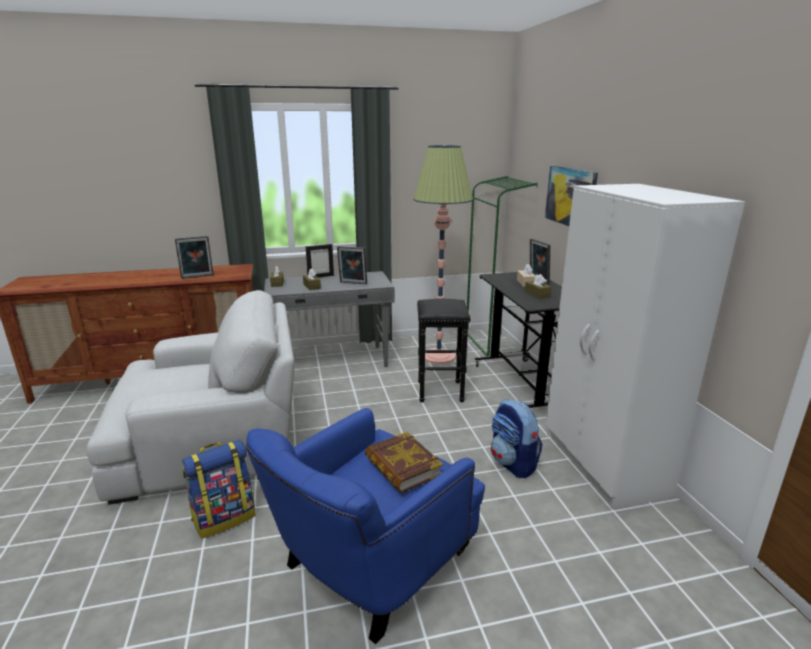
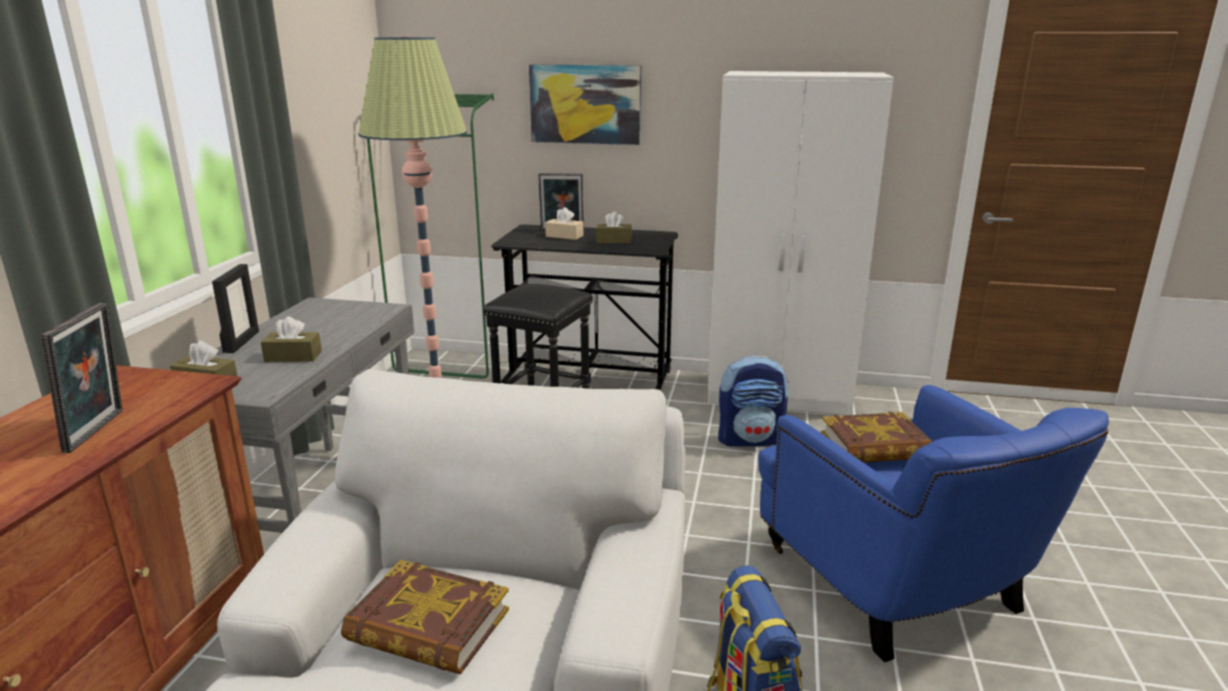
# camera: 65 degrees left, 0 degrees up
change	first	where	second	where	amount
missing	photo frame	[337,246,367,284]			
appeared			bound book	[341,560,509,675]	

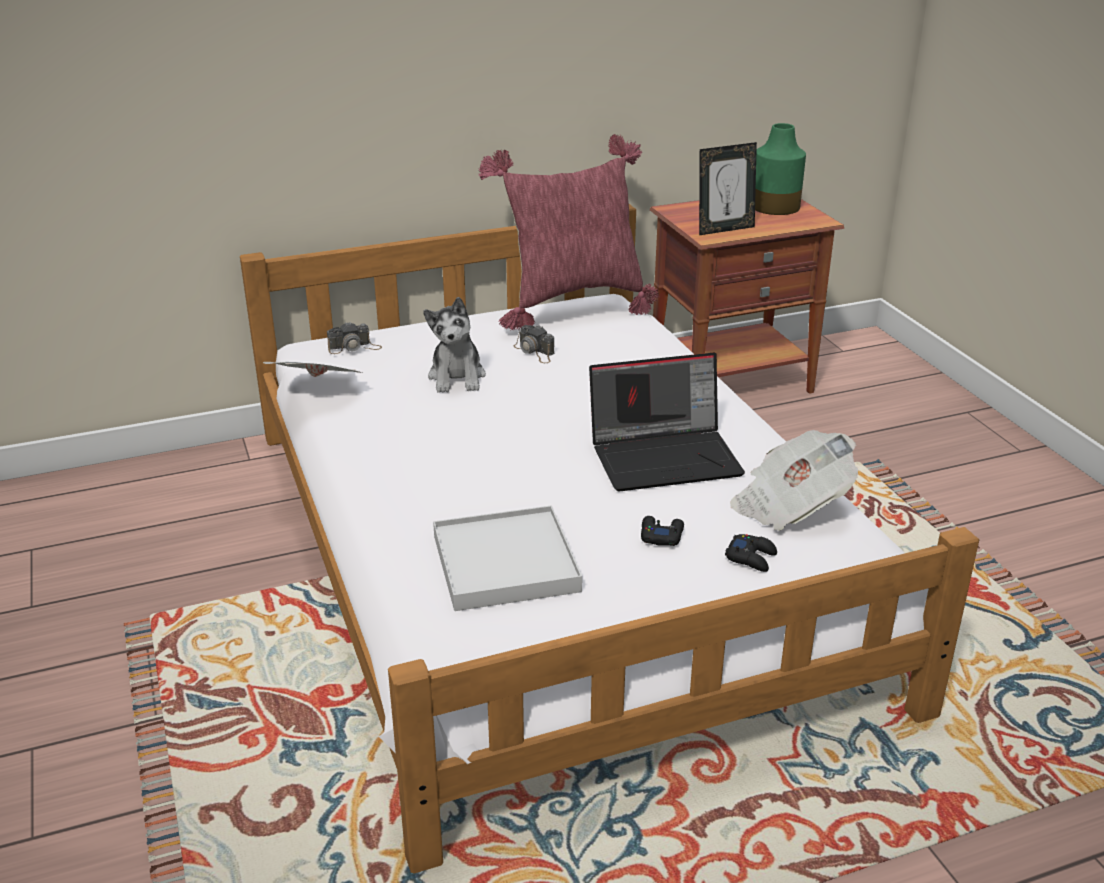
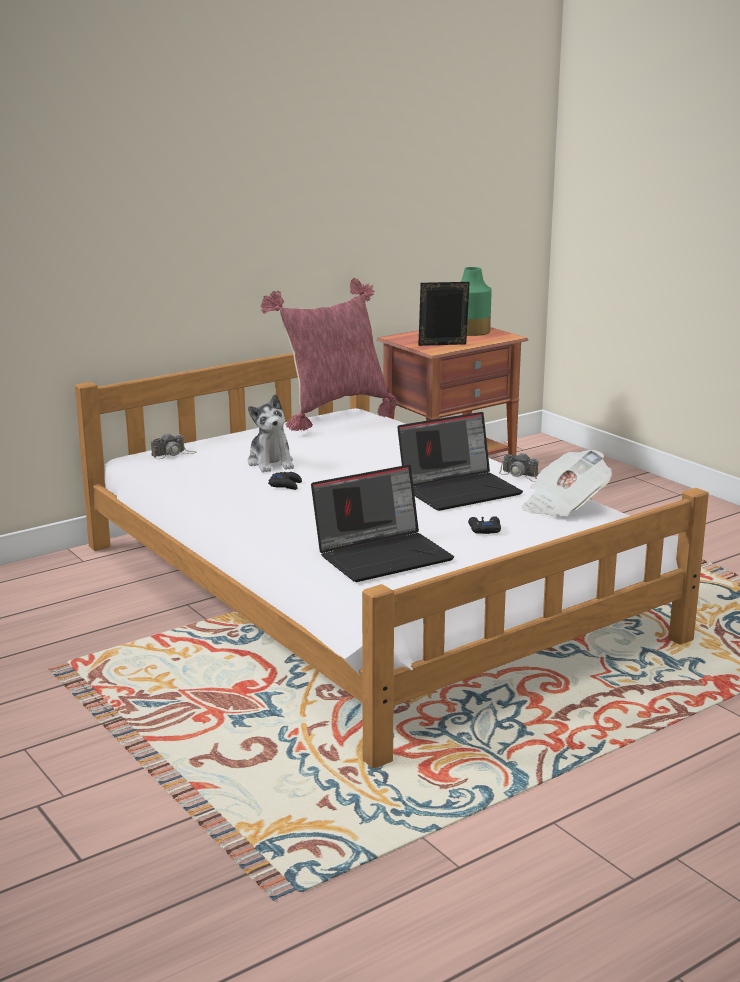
# camera: 15 degrees left, 10 degrees down
change	first	where	second	where	amount
spun	photo frame	[699,142,757,235]		[418,282,470,346]	150 degrees counterclockwise
relocated	still camera	[513,325,555,363]		[499,452,538,482]	
missing	printed paper	[263,362,362,377]			
exchanged	tray (whitish)	[433,505,582,611]	portable computer	[311,465,454,582]	
relocated	joypad (black-coloured)	[725,534,777,572]		[268,472,302,490]	

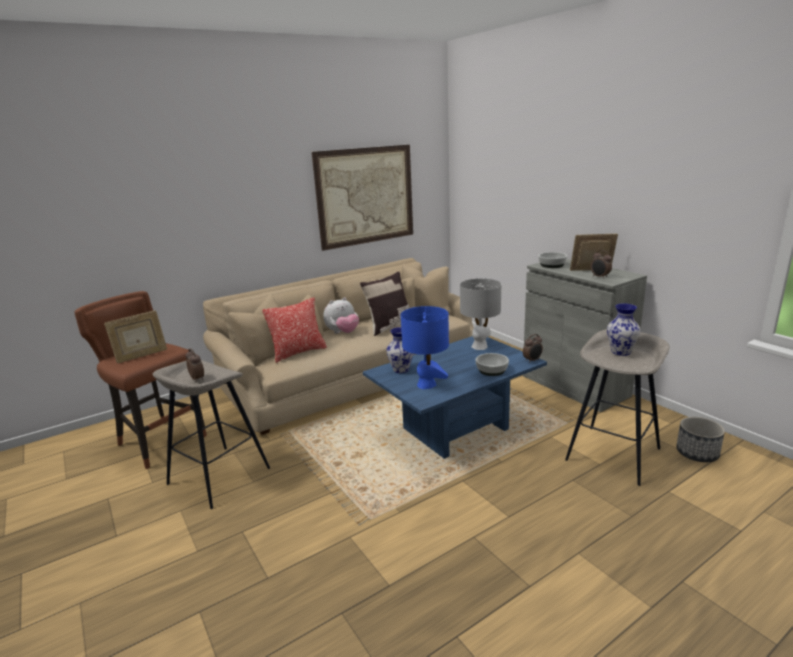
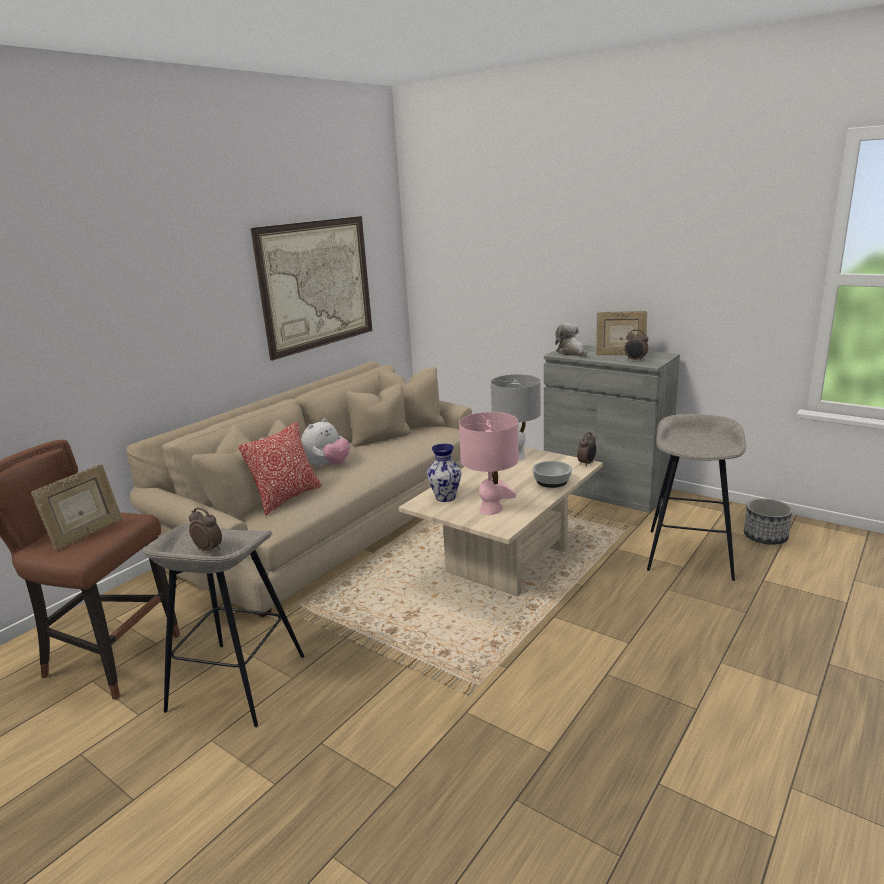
# camera: 20 degrees left, 0 degrees up
change	first	where	second	where	amount
spun	photo frame	[570,234,618,271]		[596,311,647,355]	135 degrees counterclockwise
exchanged	bowl	[538,252,567,268]	plush toy	[555,323,587,357]	
missing	pillow	[360,272,410,336]			
missing	decorative vase	[607,304,640,356]			
colour	table lamp (blue)	[401,306,449,389]	table lamp (pink-coloured)	[459,412,519,515]	
colour	coffee table (blue)	[363,336,547,459]	coffee table (beige-coloured)	[398,447,603,597]	

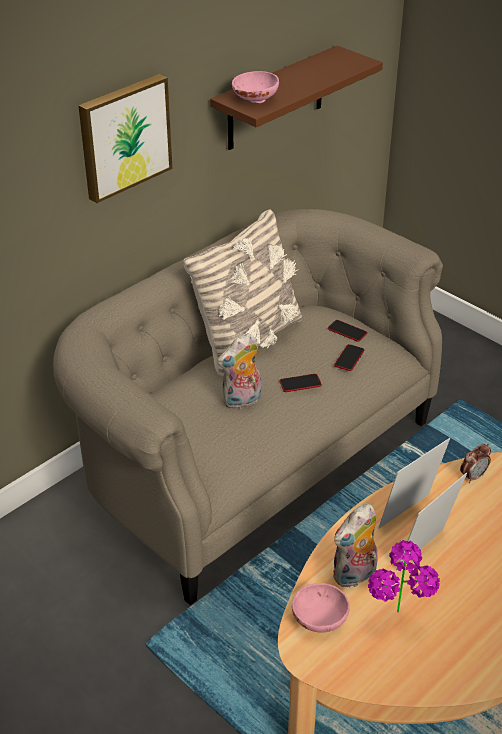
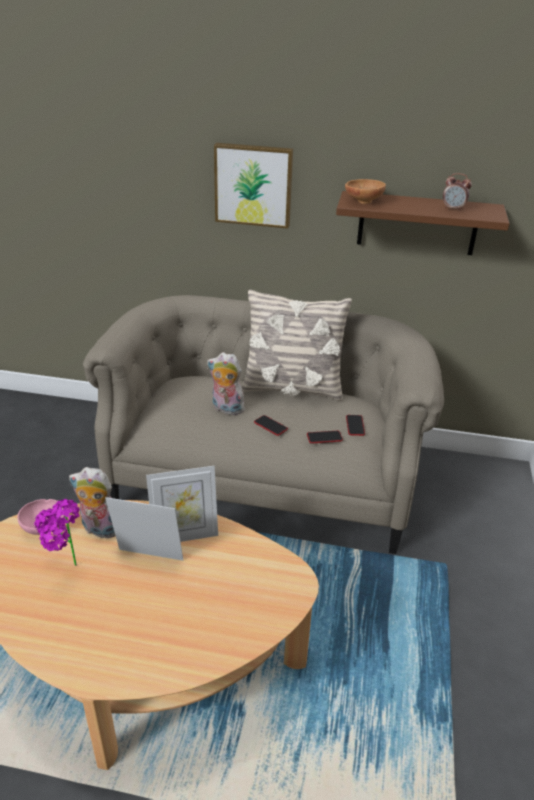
# camera: 55 degrees right, 5 degrees down
change	first	where	second	where	amount
colour	bowl (pink-coloured)	[232,71,279,103]	bowl (brownish)	[345,179,386,204]	
spun	photo frame	[378,438,450,528]		[146,466,218,542]	150 degrees clockwise
relocated	table clock	[460,443,491,483]		[443,173,472,211]	

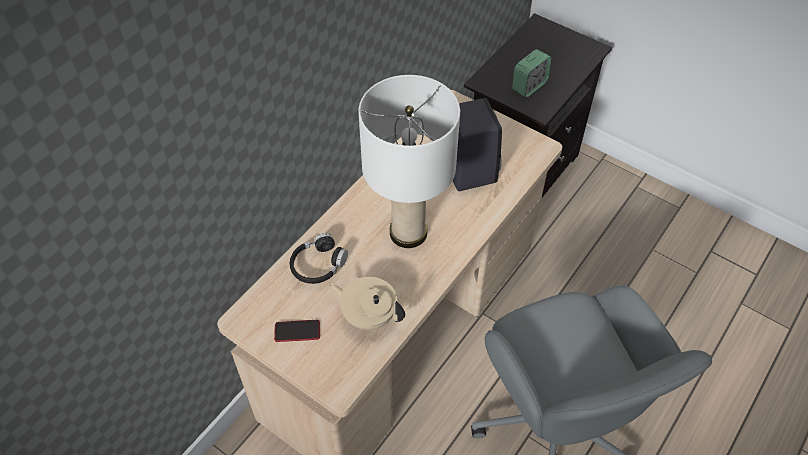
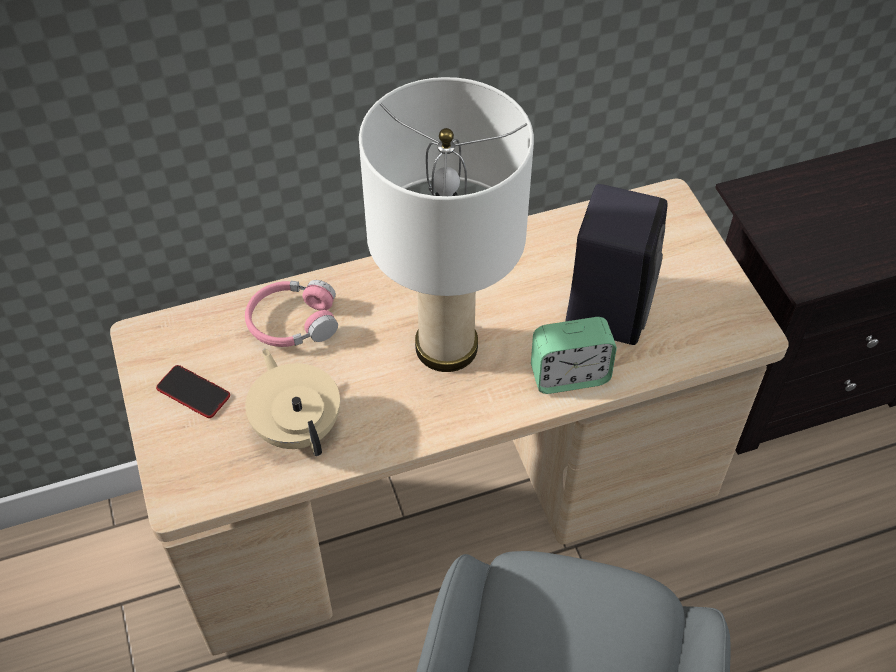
# camera: 35 degrees right, 0 degrees up
change	first	where	second	where	amount
relocated	table clock	[512,49,552,97]		[531,317,617,394]	
colour	pair of headphones (black-coloured)	[290,233,348,284]	pair of headphones (pink-coloured)	[245,280,338,347]	

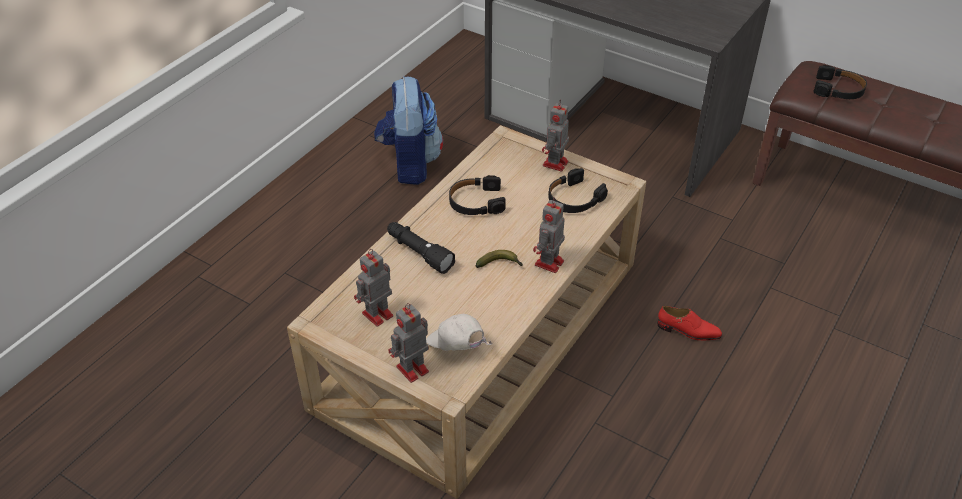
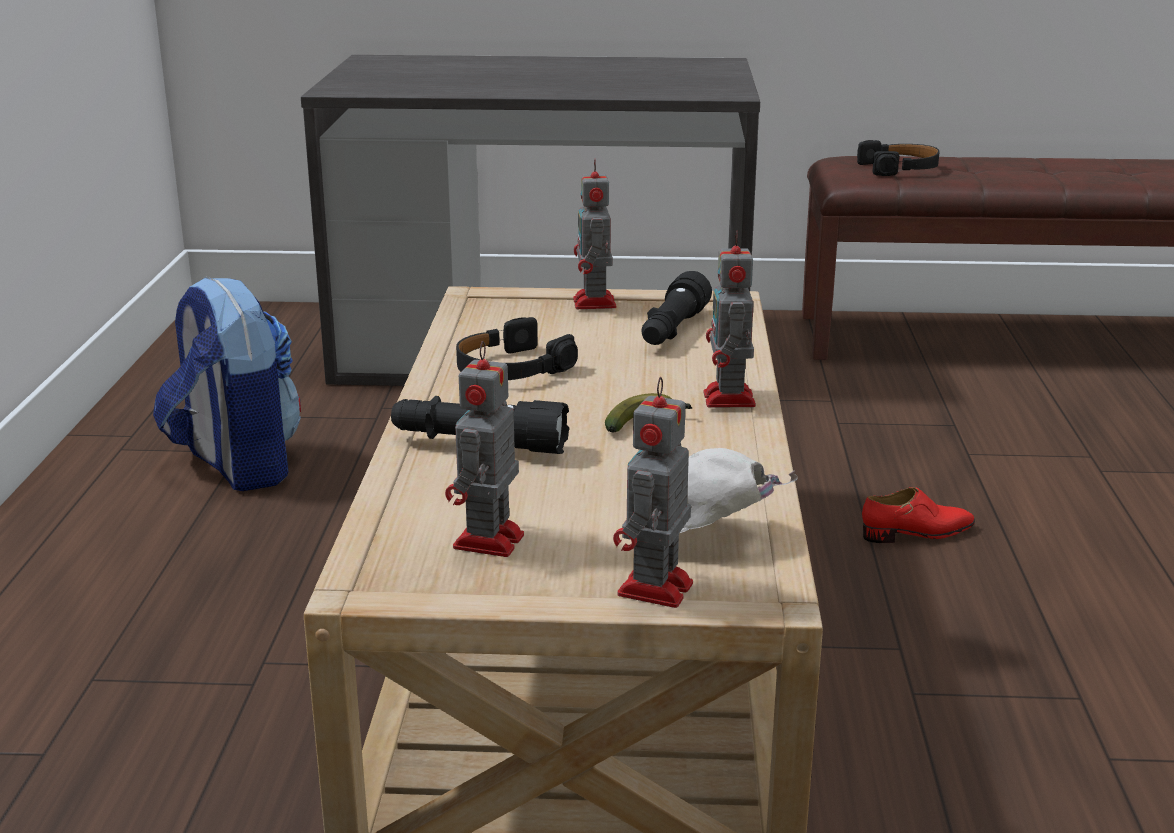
# camera: 30 degrees left, 20 degrees down
change	first	where	second	where	amount
exchanged	pair of headphones (black-coloured)	[549,168,608,213]	torch (black-coloured)	[641,271,712,345]	

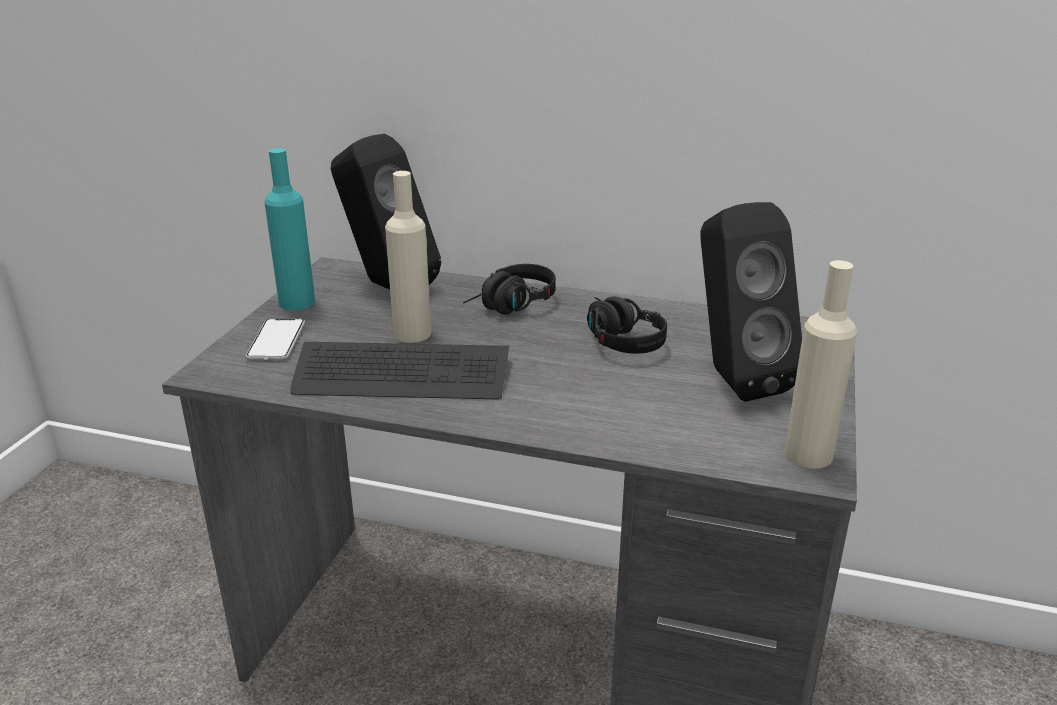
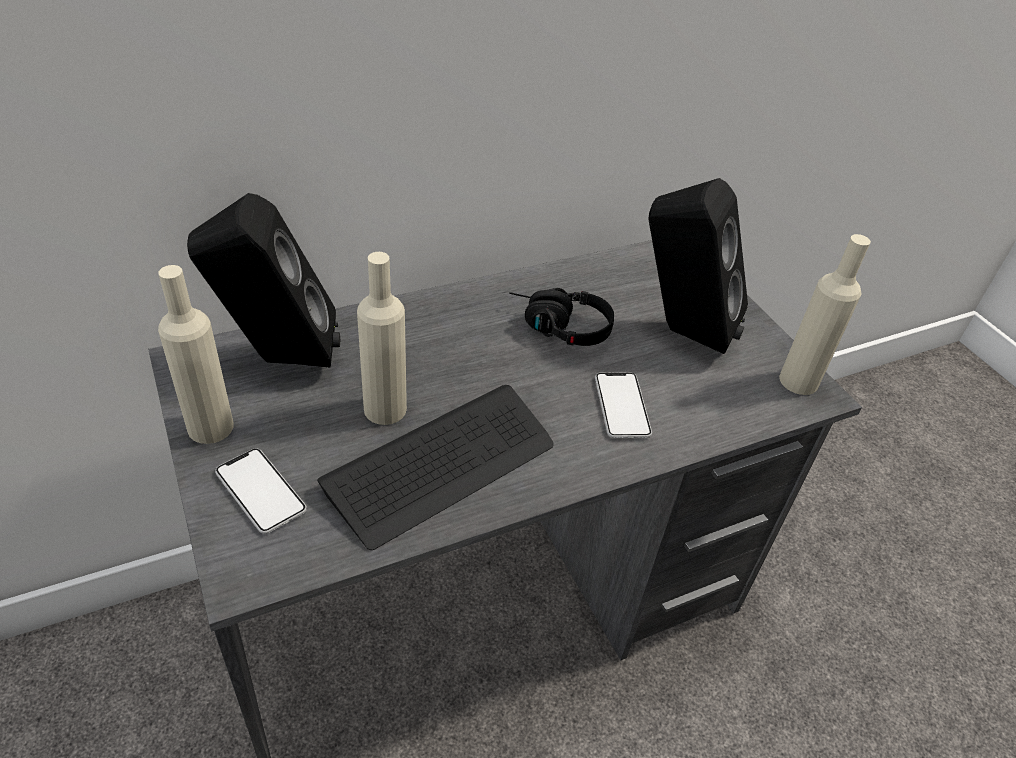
# camera: 45 degrees left, 15 degrees up
change	first	where	second	where	amount
colour	bottle (blue-green)	[264,148,315,310]	bottle (beige-coloured)	[158,265,234,444]	
missing	pair of headphones (black-coloured)	[463,264,556,315]			
appeared			telephone	[595,373,652,438]	

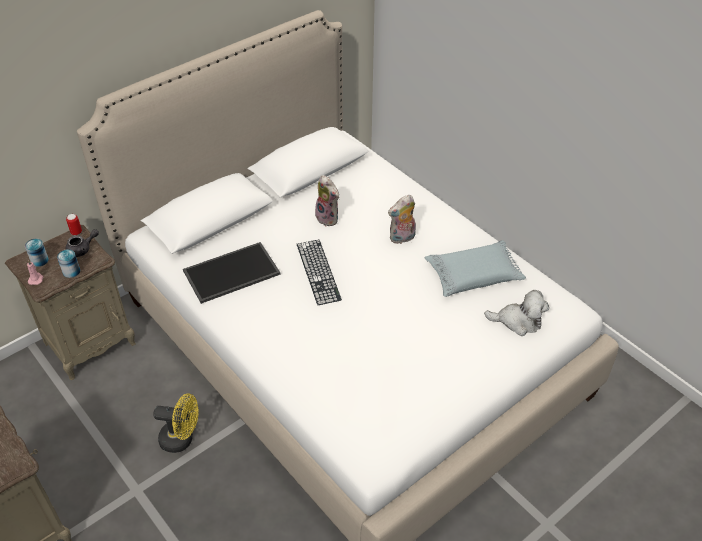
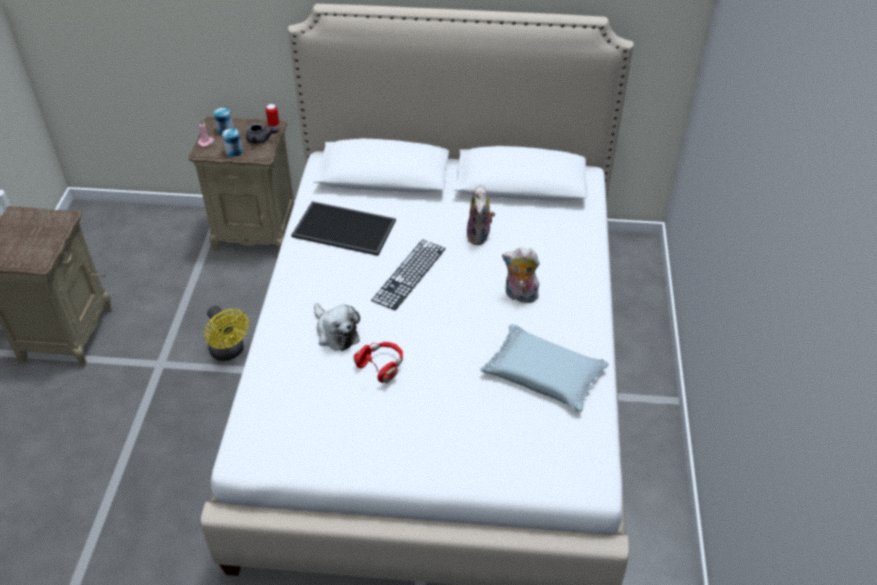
# camera: 45 degrees right, 0 degrees up
change	first	where	second	where	amount
relocated	plush toy	[484,290,549,336]		[314,303,360,351]	
appeared			pair of headphones (reddish)	[354,342,403,383]	

